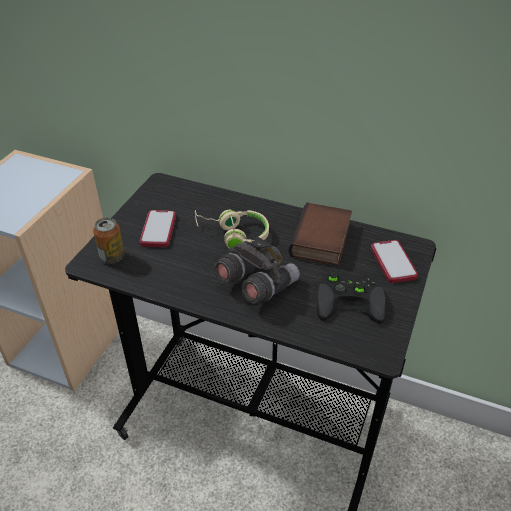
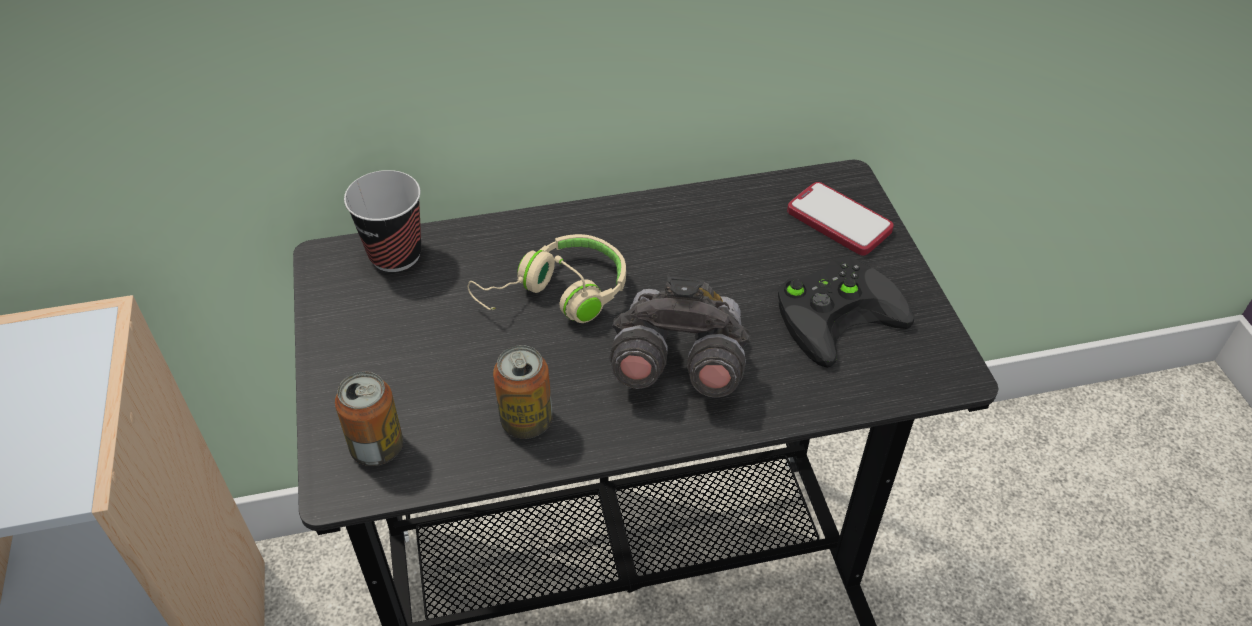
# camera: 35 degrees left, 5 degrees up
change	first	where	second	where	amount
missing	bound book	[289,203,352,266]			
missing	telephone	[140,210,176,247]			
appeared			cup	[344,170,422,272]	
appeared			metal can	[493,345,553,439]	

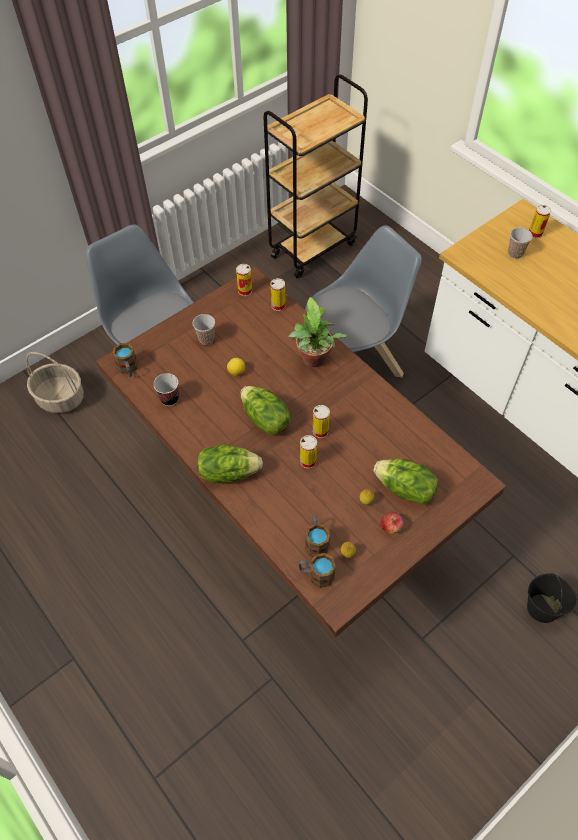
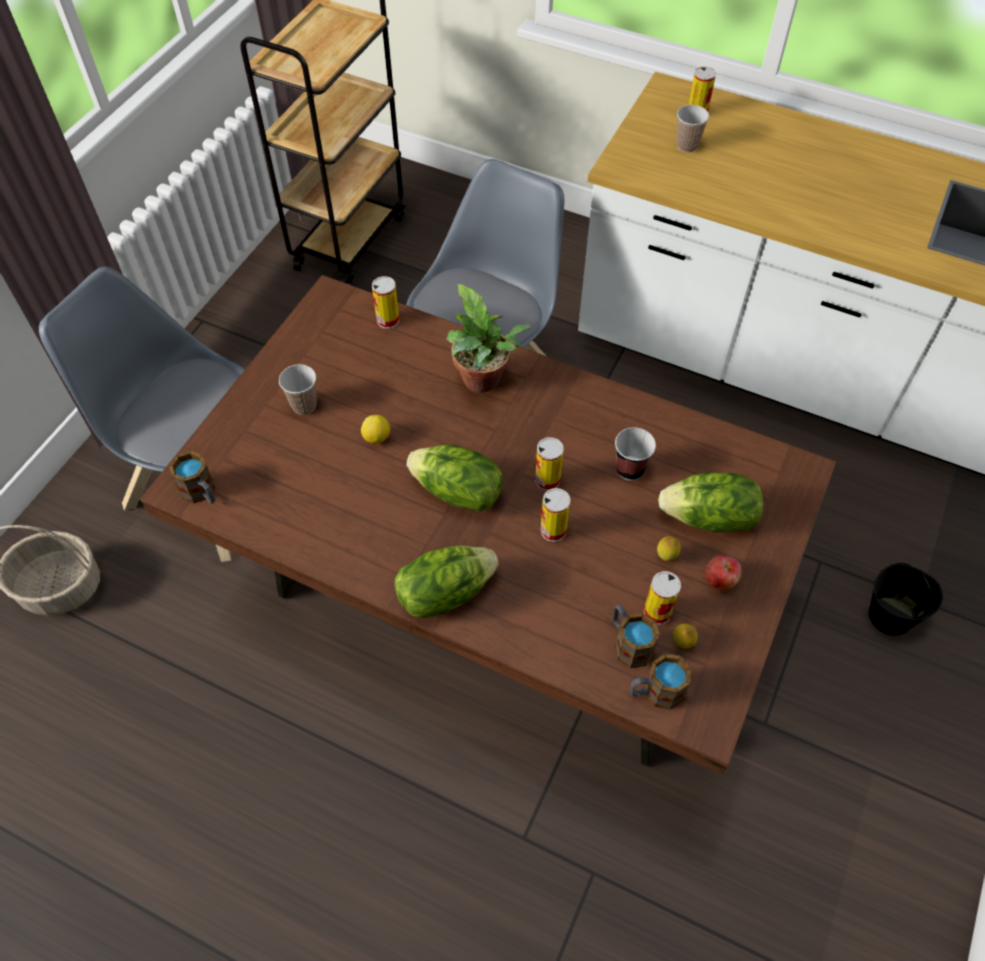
# camera: 25 degrees left, 0 degrees up
change	first	where	second	where	amount
relocated	metal can	[236,264,252,296]		[644,571,681,625]	
relocated	cup	[153,373,179,406]		[615,427,656,480]	

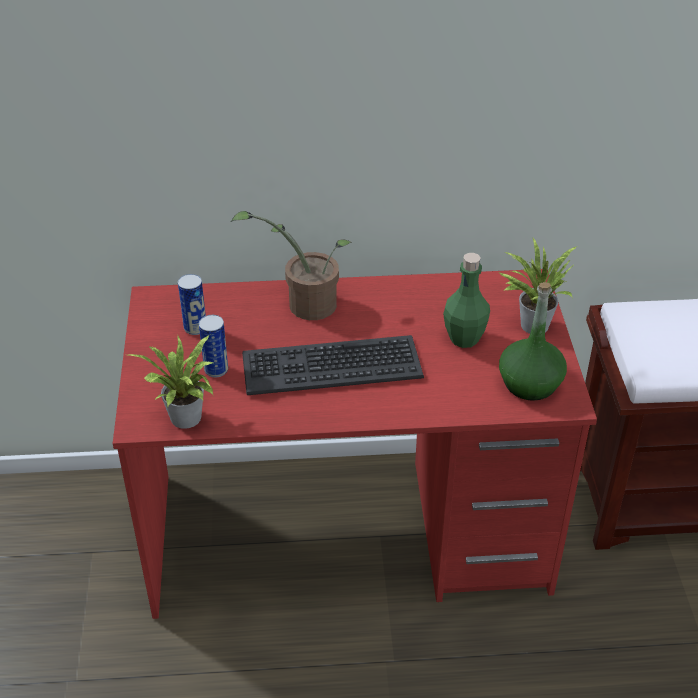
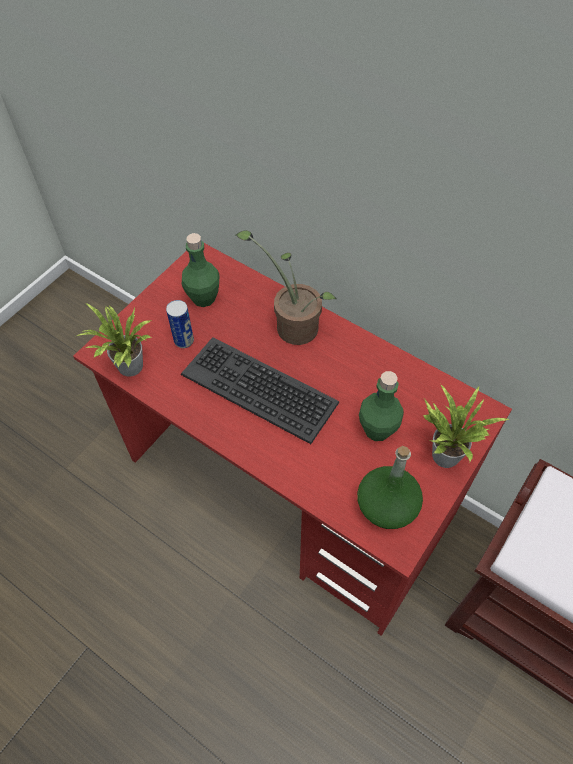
# camera: 40 degrees right, 15 degrees up
change	first	where	second	where	amount
exchanged	metal can	[178,274,206,335]	bottle (green-coloured)	[182,233,220,307]	

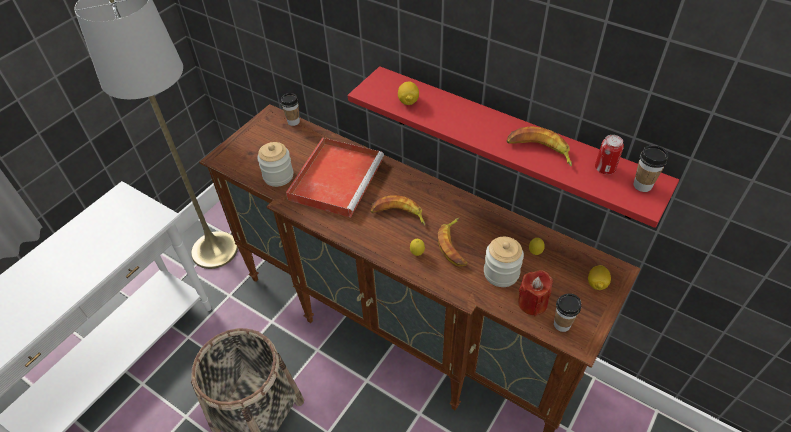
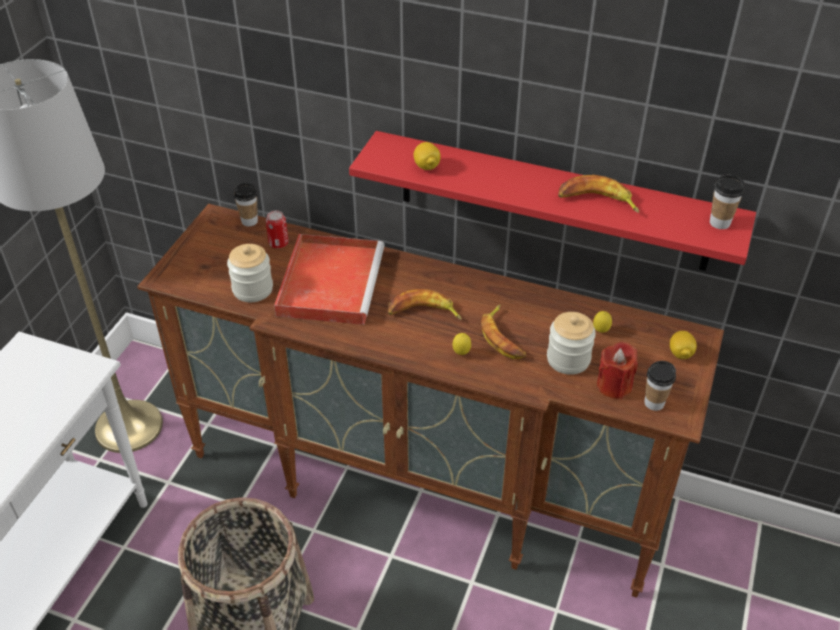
# camera: 15 degrees left, 5 degrees down
change	first	where	second	where	amount
relocated	metal can	[595,135,624,174]		[266,210,288,248]	

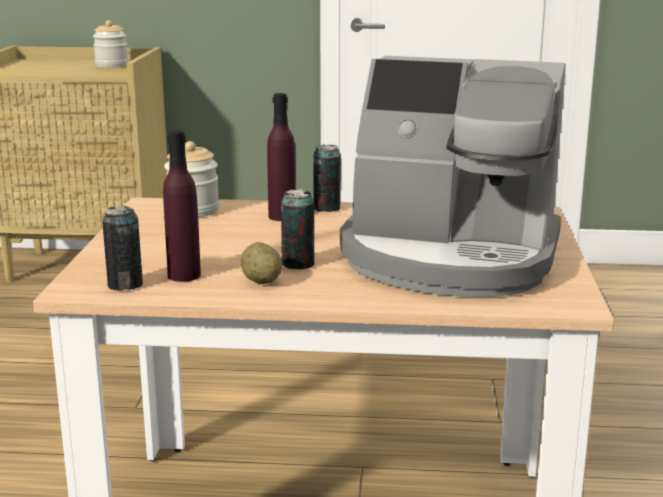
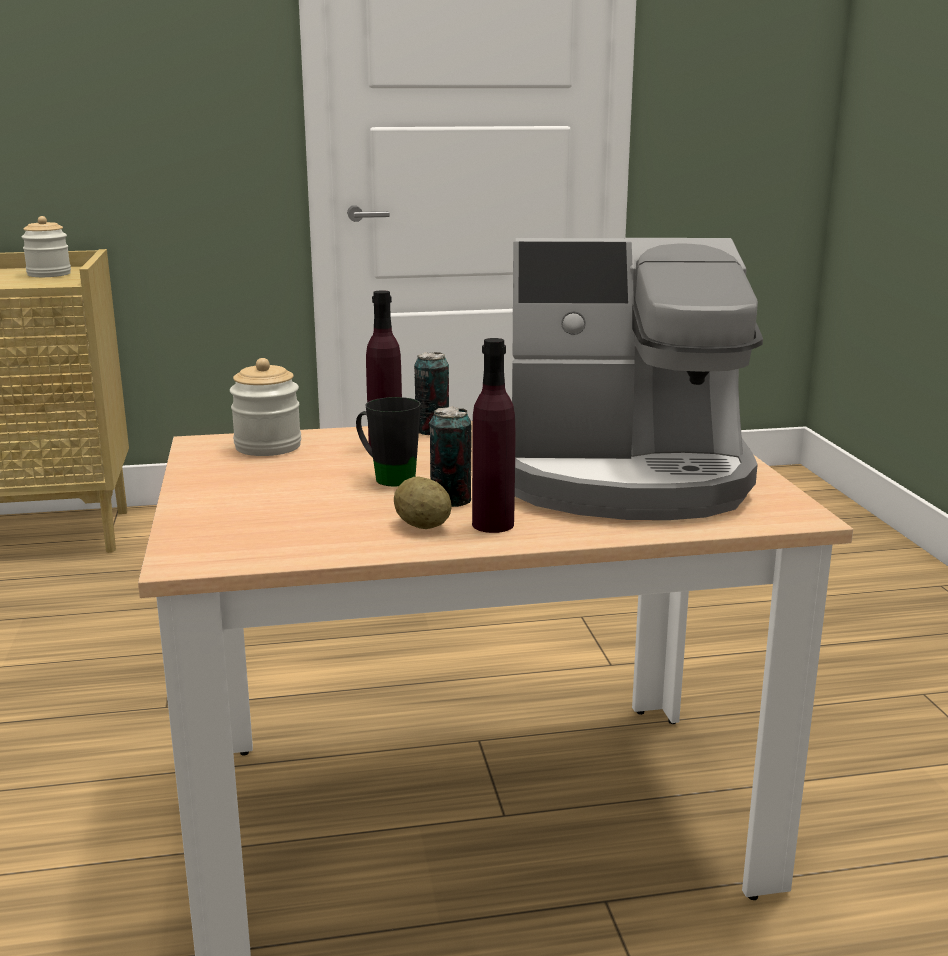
# camera: 15 degrees left, 0 degrees up
change	first	where	second	where	amount
relocated	bottle (purplish)	[163,130,201,282]		[472,338,515,533]	
missing	metal can	[102,206,143,291]			
appeared			coffee mug (black-coloured)	[356,397,421,487]	

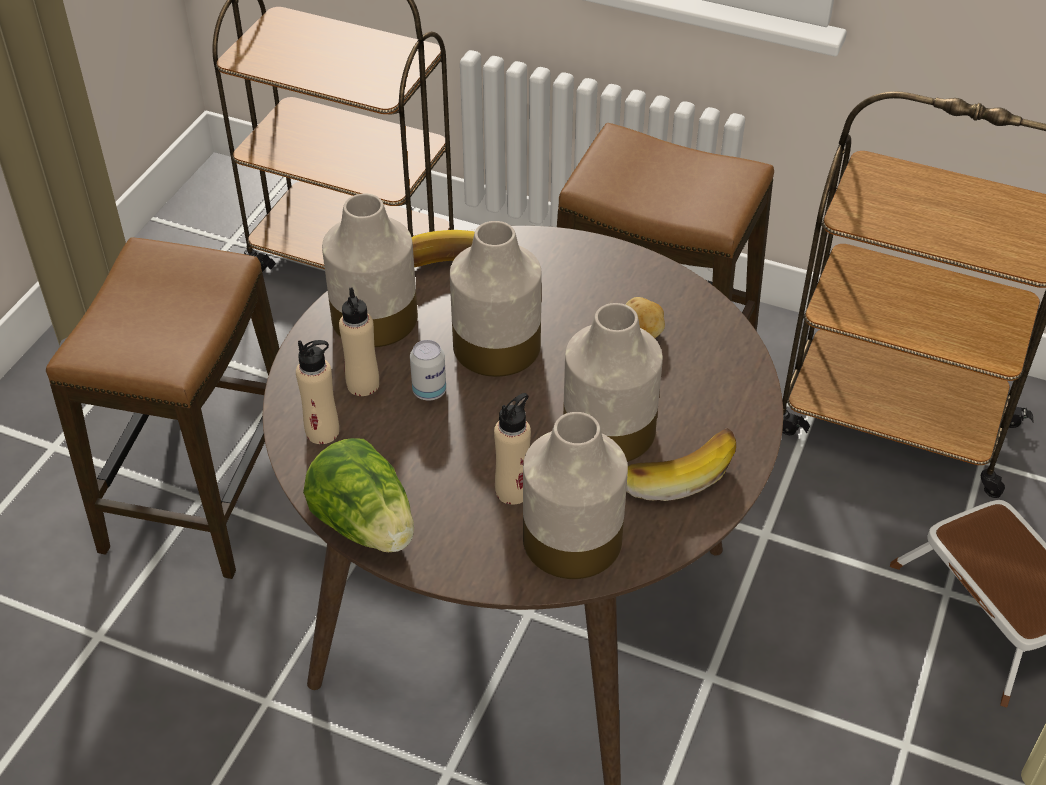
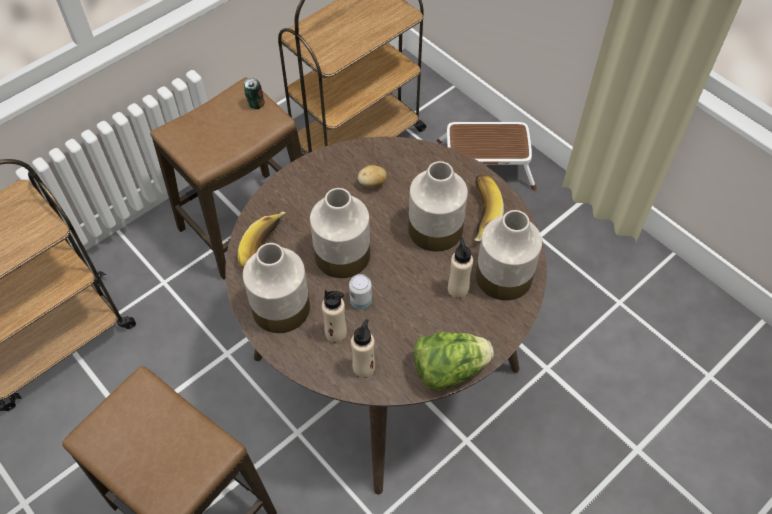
# camera: 65 degrees left, 10 degrees up
change	first	where	second	where	amount
appeared			metal can	[244,78,265,109]	

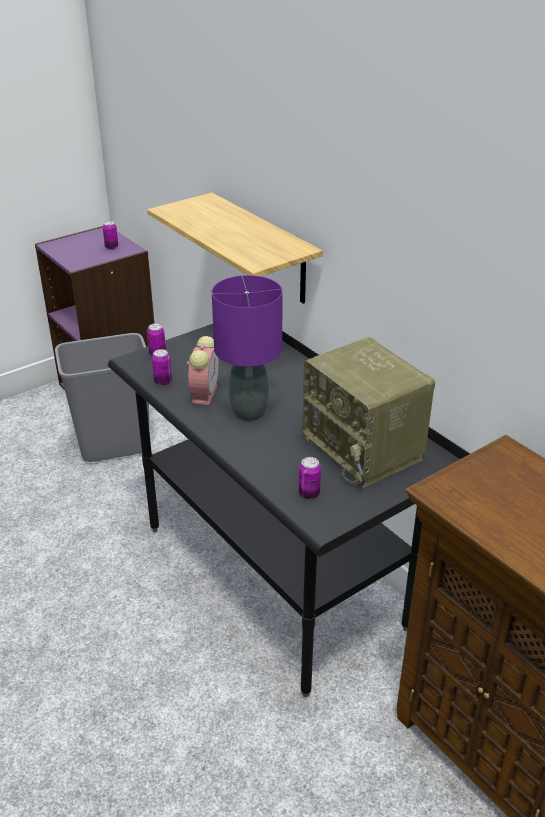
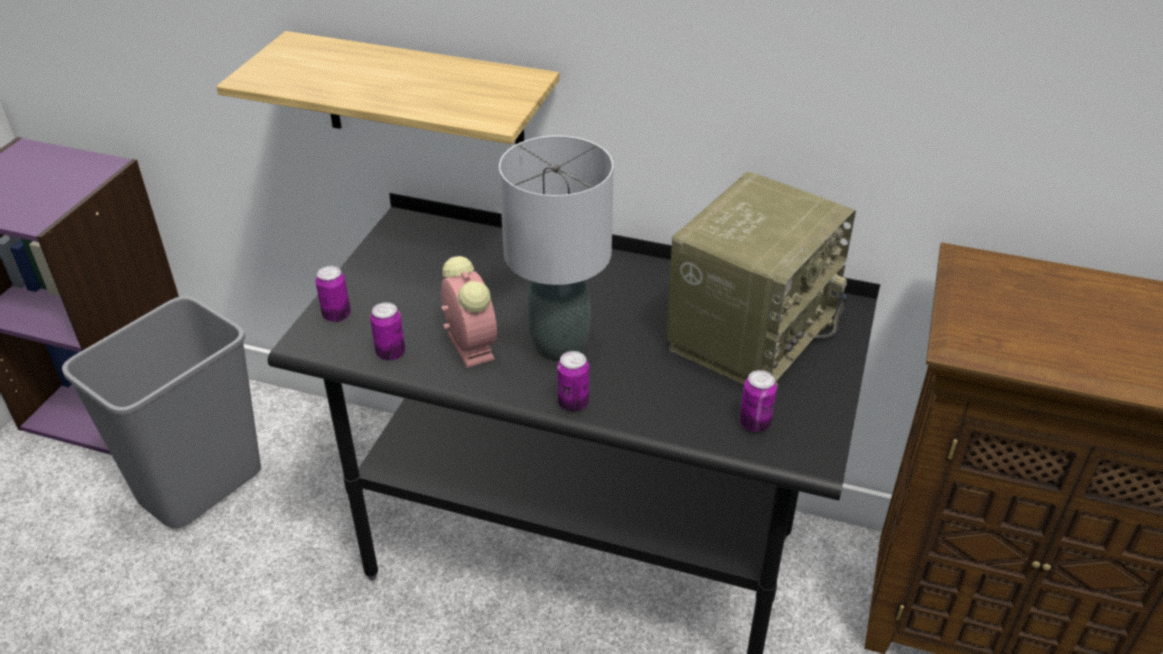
# camera: 35 degrees left, 5 degrees up
change	first	where	second	where	amount
relocated	metal can	[103,221,118,249]		[557,351,589,412]	
colour	table lamp (purplish)	[212,275,283,421]	table lamp (gray)	[499,135,614,361]	
spun	radio	[302,337,435,488]		[666,172,856,388]	75 degrees counterclockwise

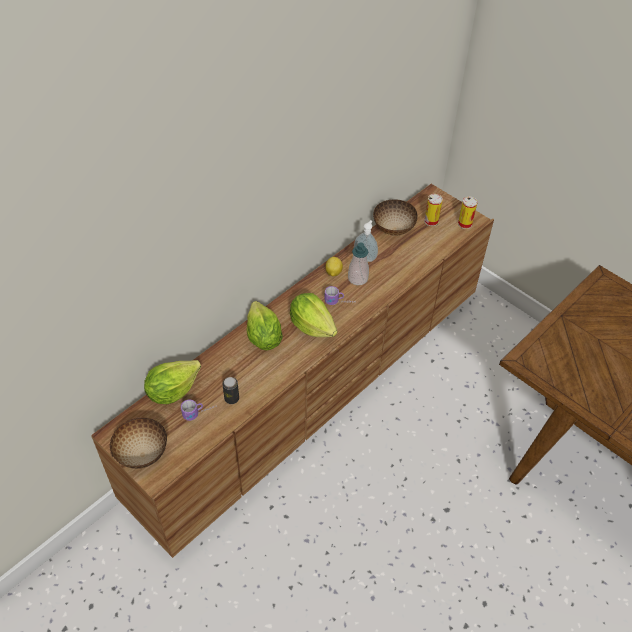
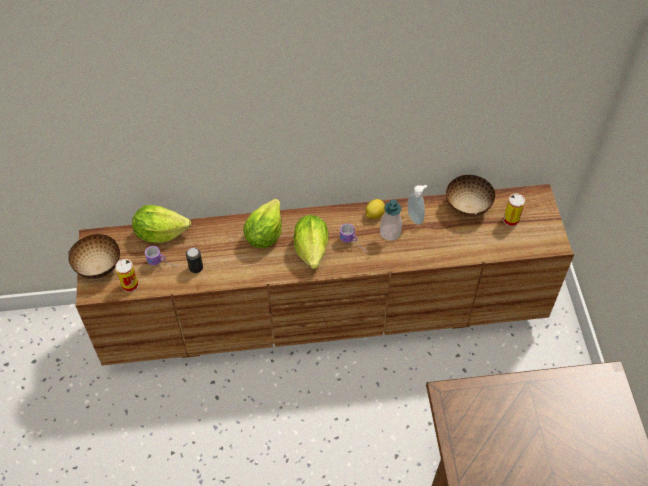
# camera: 40 degrees right, 5 degrees up
change	first	where	second	where	amount
relocated	metal can	[458,196,477,229]		[115,259,139,292]	

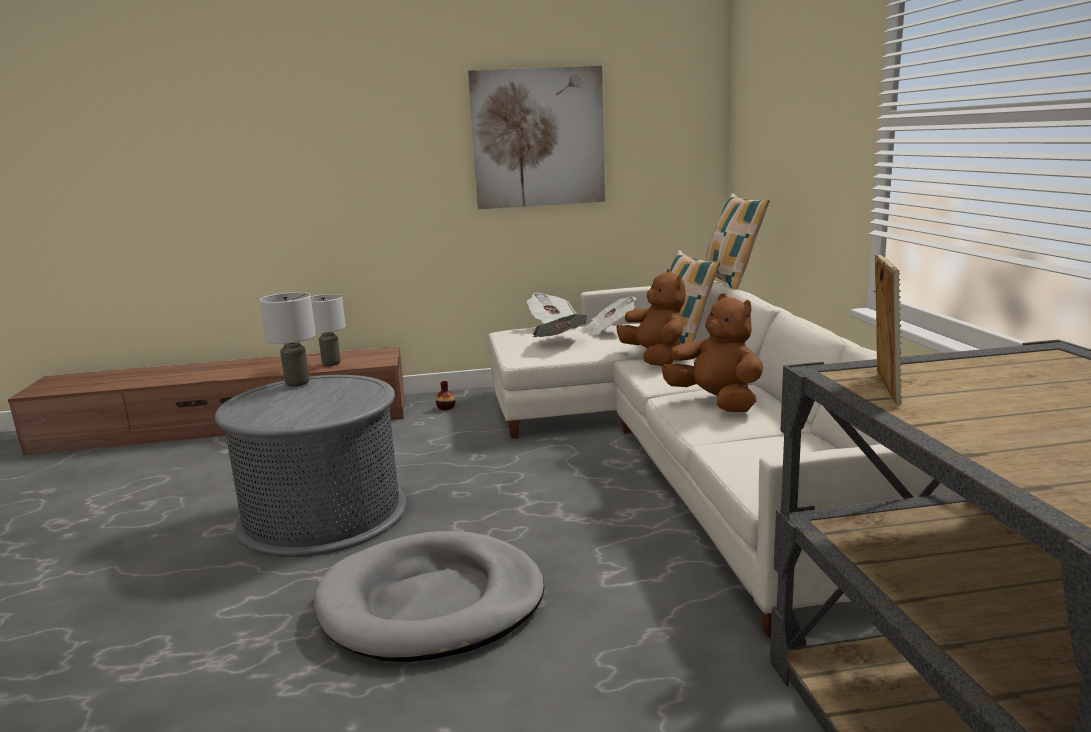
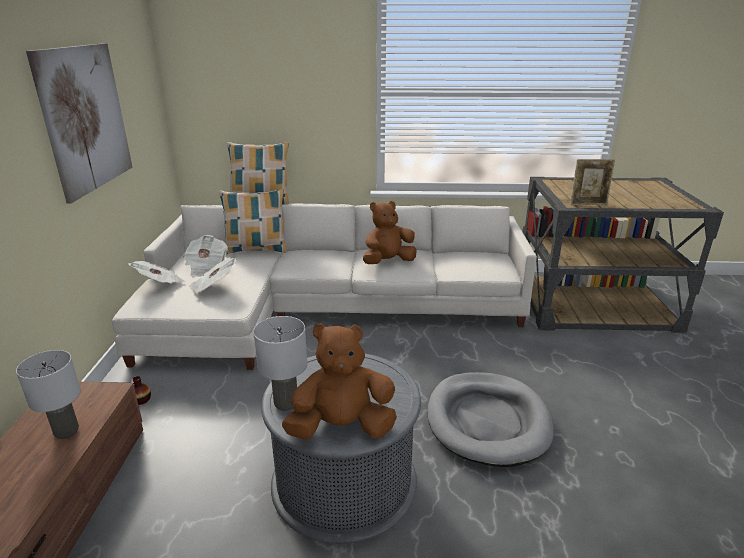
# camera: 80 degrees left, 10 degrees up
change	first	where	second	where	amount
spun	photo frame	[874,254,902,406]		[570,159,615,205]	150 degrees clockwise
relocated	plush toy (brownish)	[616,269,686,366]		[282,323,397,440]	

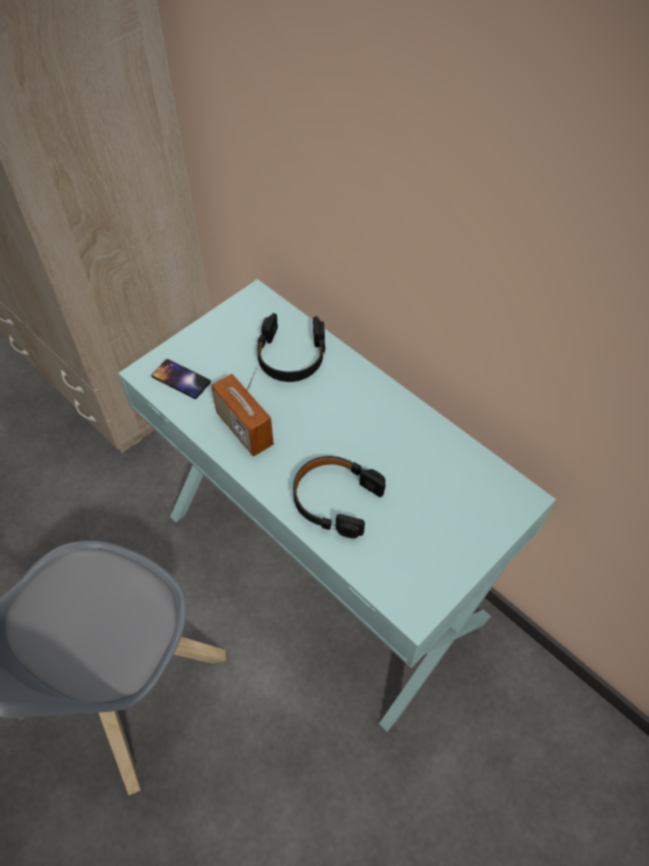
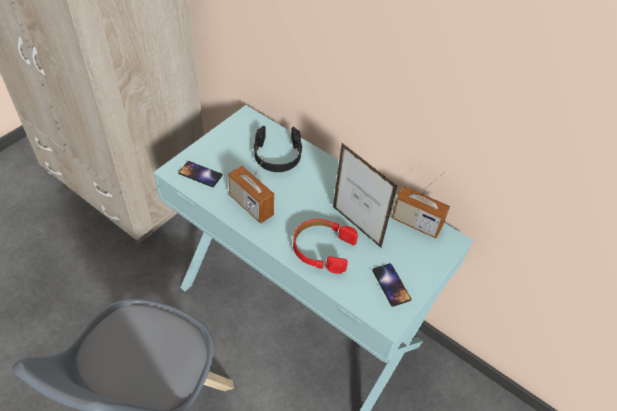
# camera: 10 degrees left, 5 degrees down
change	first	where	second	where	amount
colour	pair of headphones (black-coloured)	[293,456,386,539]	pair of headphones (reddish)	[293,219,358,274]	
appeared			photo frame	[333,143,397,249]	
appeared			radio	[392,172,450,238]	
appeared			telephone	[372,263,411,307]	

